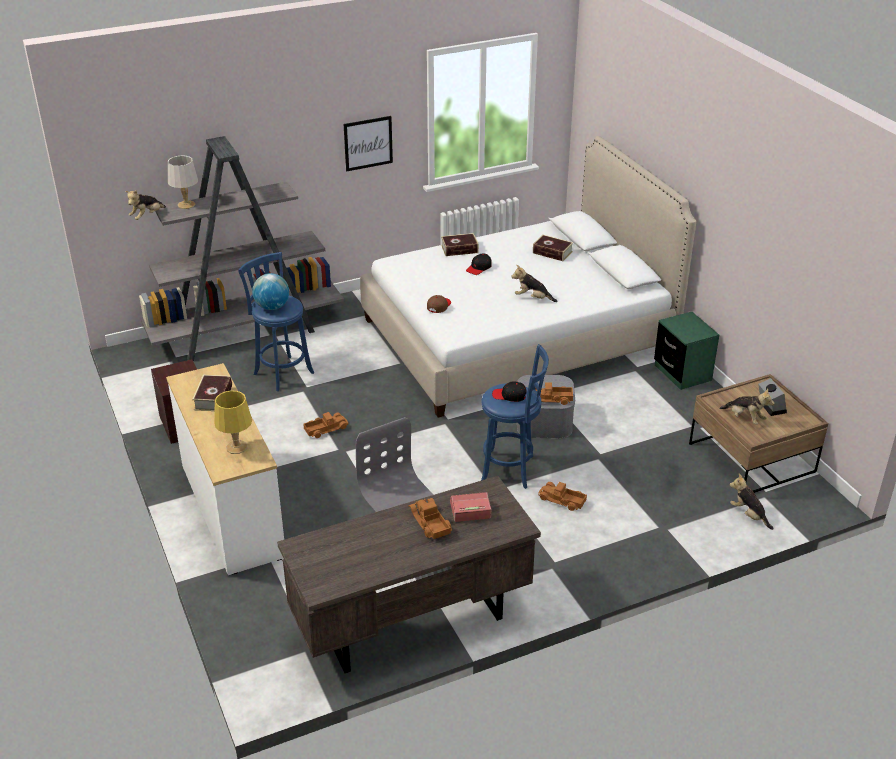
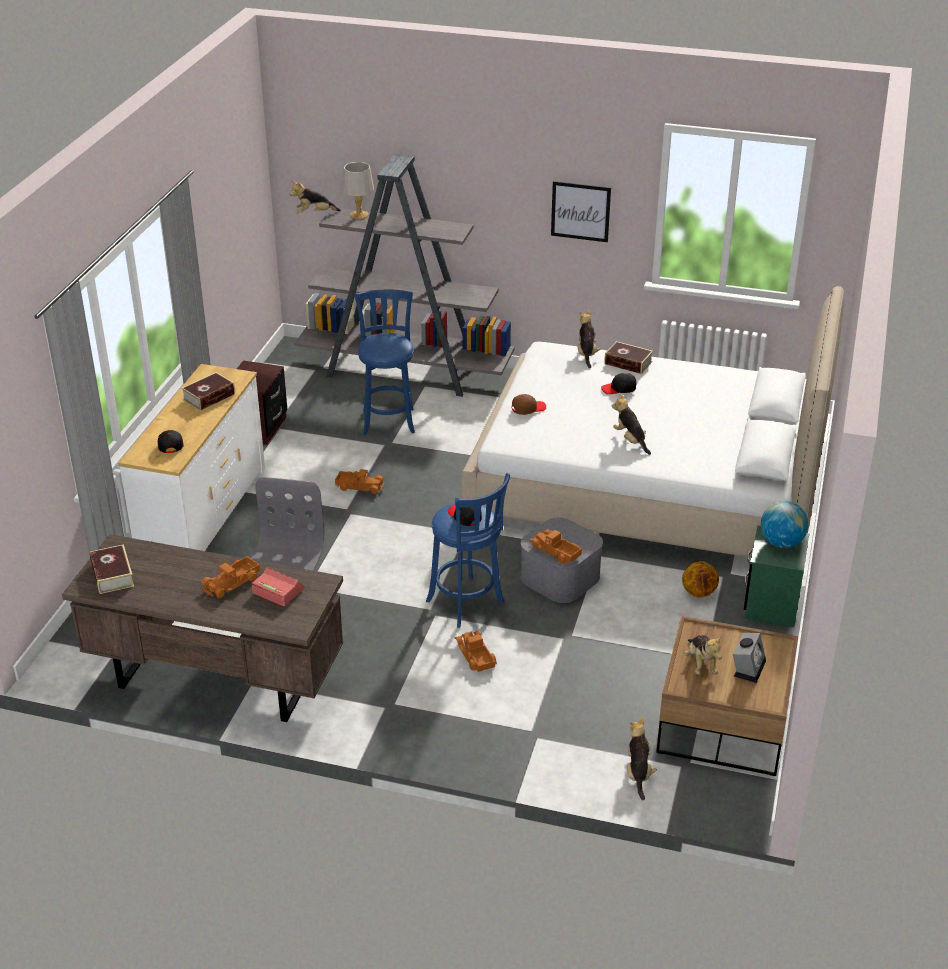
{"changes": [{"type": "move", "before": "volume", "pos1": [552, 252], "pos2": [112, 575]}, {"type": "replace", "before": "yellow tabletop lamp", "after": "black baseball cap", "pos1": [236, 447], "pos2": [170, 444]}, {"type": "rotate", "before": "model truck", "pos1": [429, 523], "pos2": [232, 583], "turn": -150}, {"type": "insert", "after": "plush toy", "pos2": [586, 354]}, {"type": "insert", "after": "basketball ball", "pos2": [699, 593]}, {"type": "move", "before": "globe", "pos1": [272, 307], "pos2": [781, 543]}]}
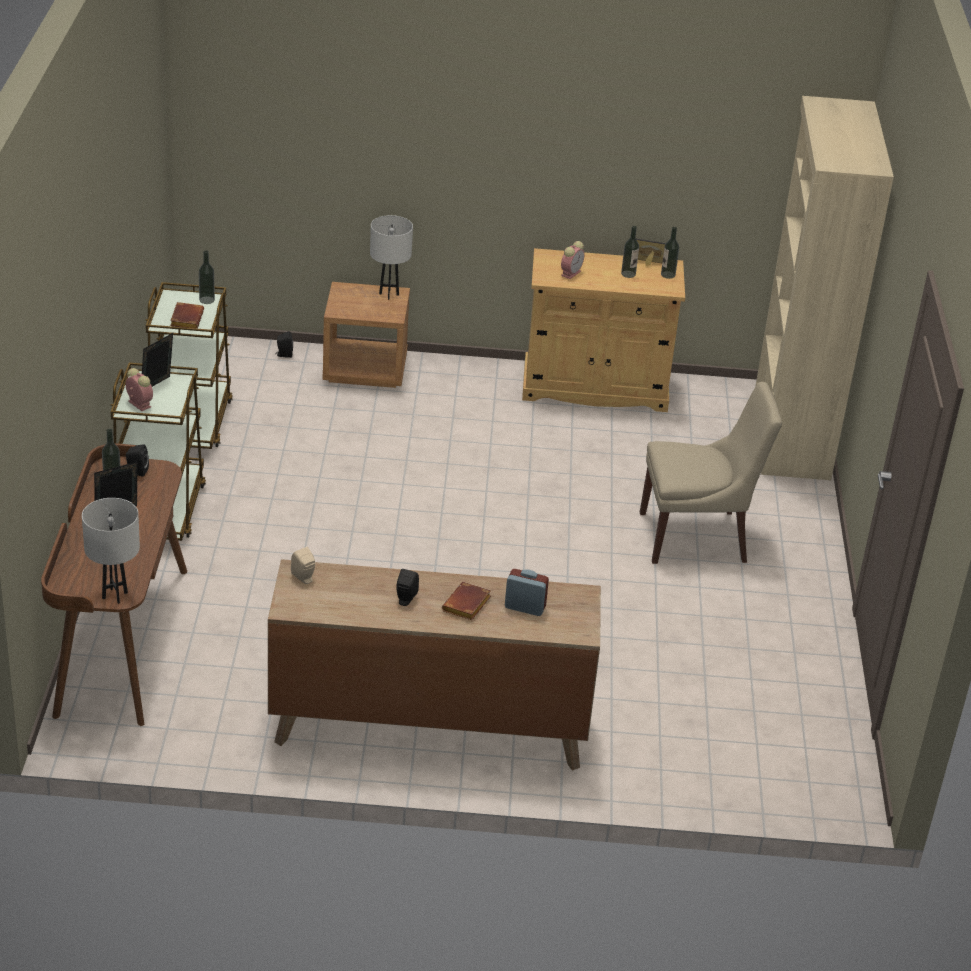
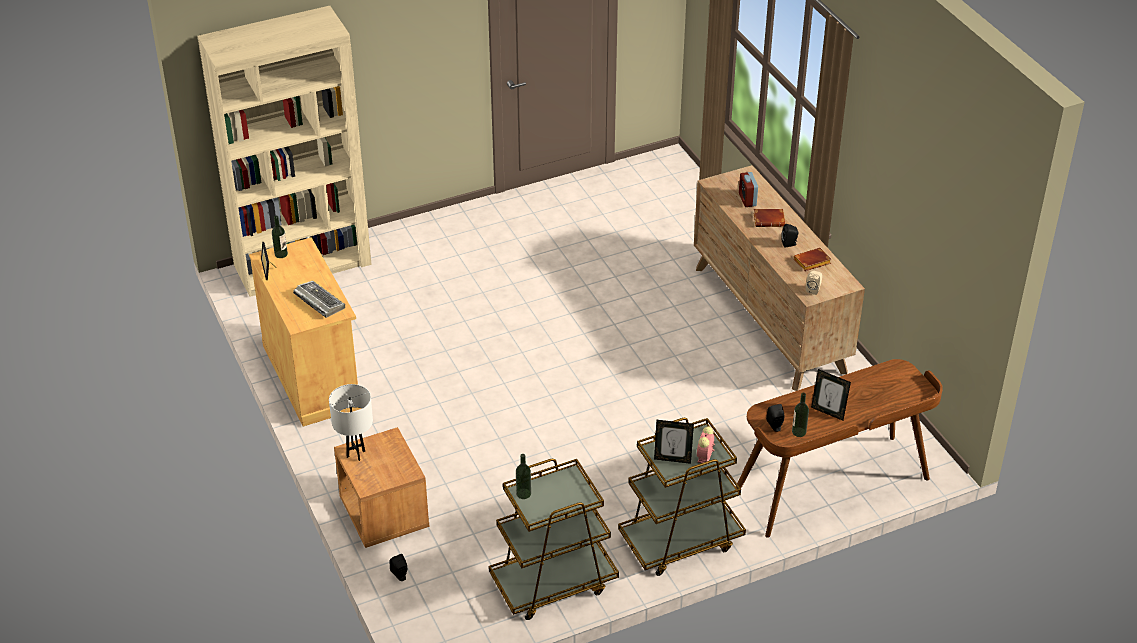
{"changes": [{"type": "replace", "before": "table clock", "after": "keyboard", "pos1": [571, 273], "pos2": [319, 302]}, {"type": "move", "before": "brownish volume", "pos1": [186, 319], "pos2": [811, 263]}, {"type": "delete", "before": "white-coloured tabletop lamp", "pos1": [114, 595]}, {"type": "delete", "before": "drink bottle", "pos1": [628, 274]}, {"type": "delete", "before": "beige-coloured upright chair", "pos1": [697, 537]}]}
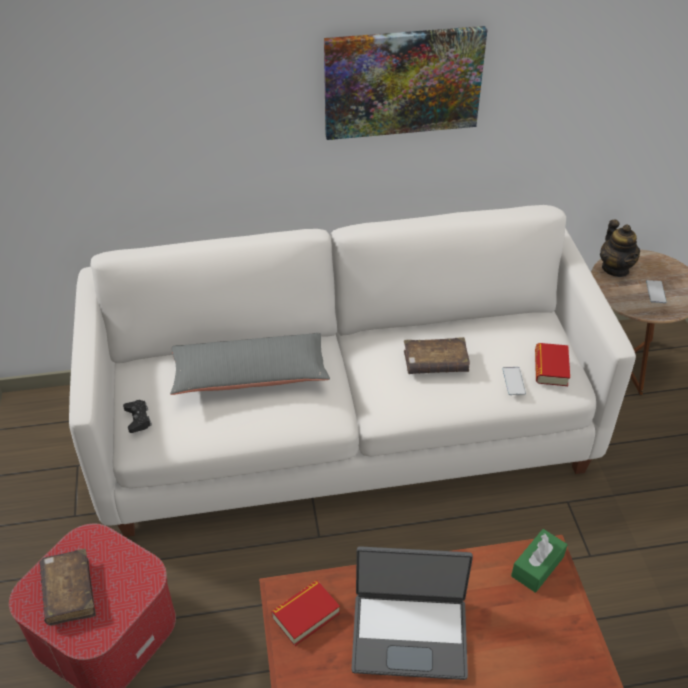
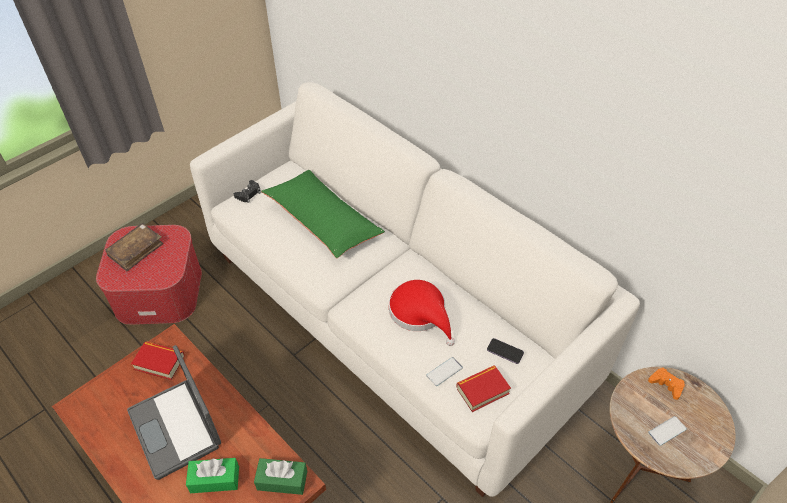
{"changes": [{"type": "insert", "after": "green-coloured box of tissues", "pos2": [215, 479]}, {"type": "recolor", "before": "greyish pillow", "after": "green-coloured pillow", "pos1": [250, 375], "pos2": [323, 221]}, {"type": "replace", "before": "brownish volume", "after": "red clothing hat", "pos1": [435, 363], "pos2": [420, 313]}, {"type": "insert", "after": "handset", "pos2": [505, 351]}, {"type": "replace", "before": "teapot", "after": "orangey gamepad", "pos1": [615, 268], "pos2": [666, 385]}, {"type": "delete", "before": "wall art", "pos1": [402, 82]}]}
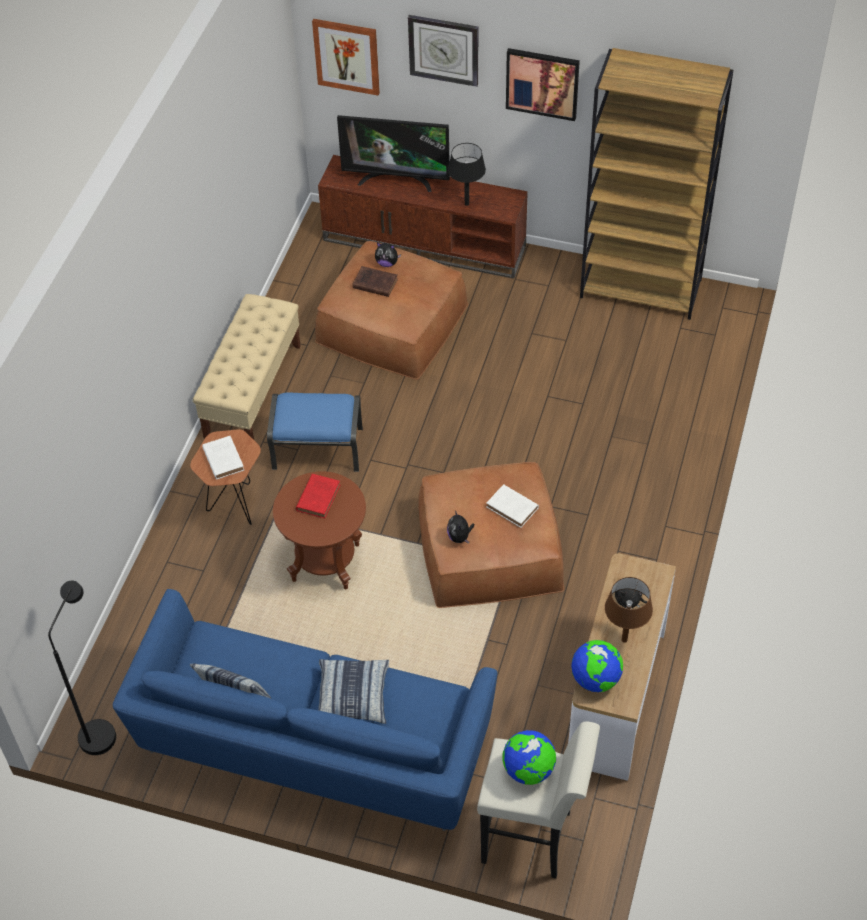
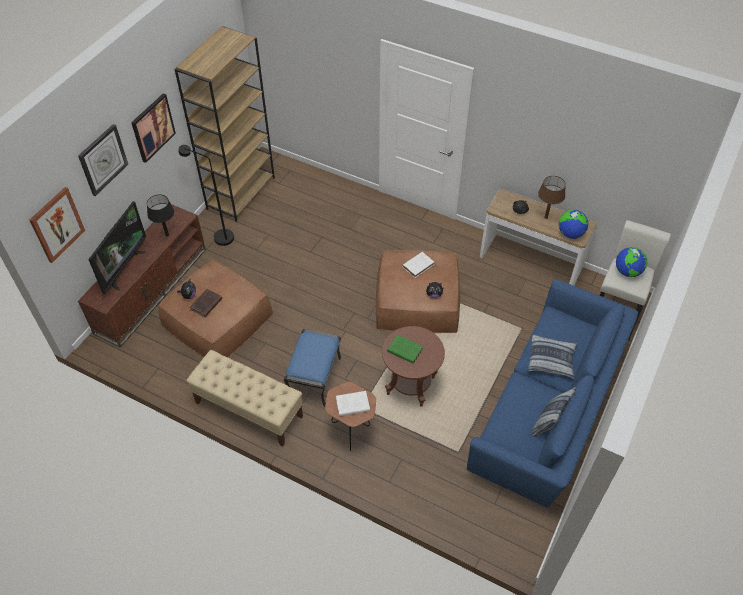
{"changes": [{"type": "move", "before": "black standing lamp", "pos1": [100, 728], "pos2": [218, 236]}, {"type": "recolor", "before": "red volume", "after": "green-coloured volume", "pos1": [319, 497], "pos2": [404, 350]}]}
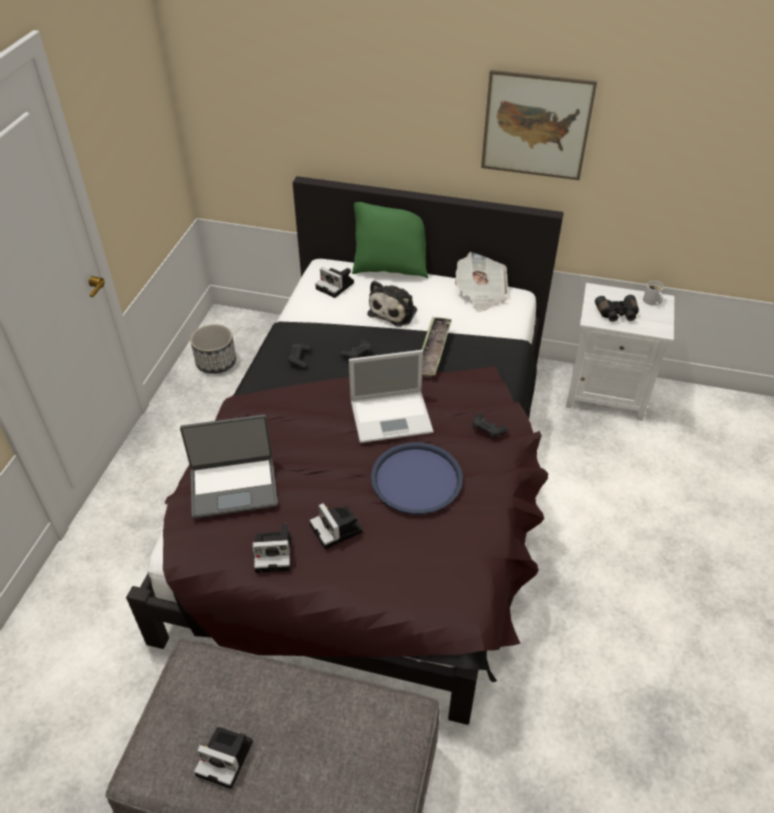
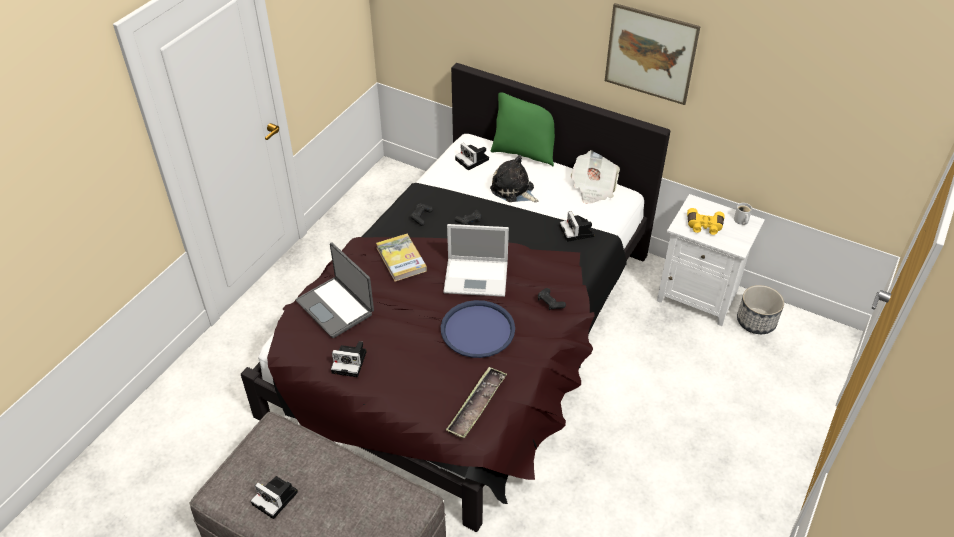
{"changes": [{"type": "rotate", "before": "portable computer", "pos1": [234, 486], "pos2": [336, 307], "turn": 45}, {"type": "insert", "after": "volume", "pos2": [401, 259]}, {"type": "move", "before": "carrying tray", "pos1": [433, 350], "pos2": [477, 405]}, {"type": "rotate", "before": "plush toy", "pos1": [394, 311], "pos2": [514, 190], "turn": 90}, {"type": "move", "before": "still camera", "pos1": [338, 530], "pos2": [577, 232]}, {"type": "recolor", "before": "black field glasses", "after": "yellow field glasses", "pos1": [617, 314], "pos2": [704, 227]}, {"type": "move", "before": "planter", "pos1": [216, 362], "pos2": [756, 321]}]}
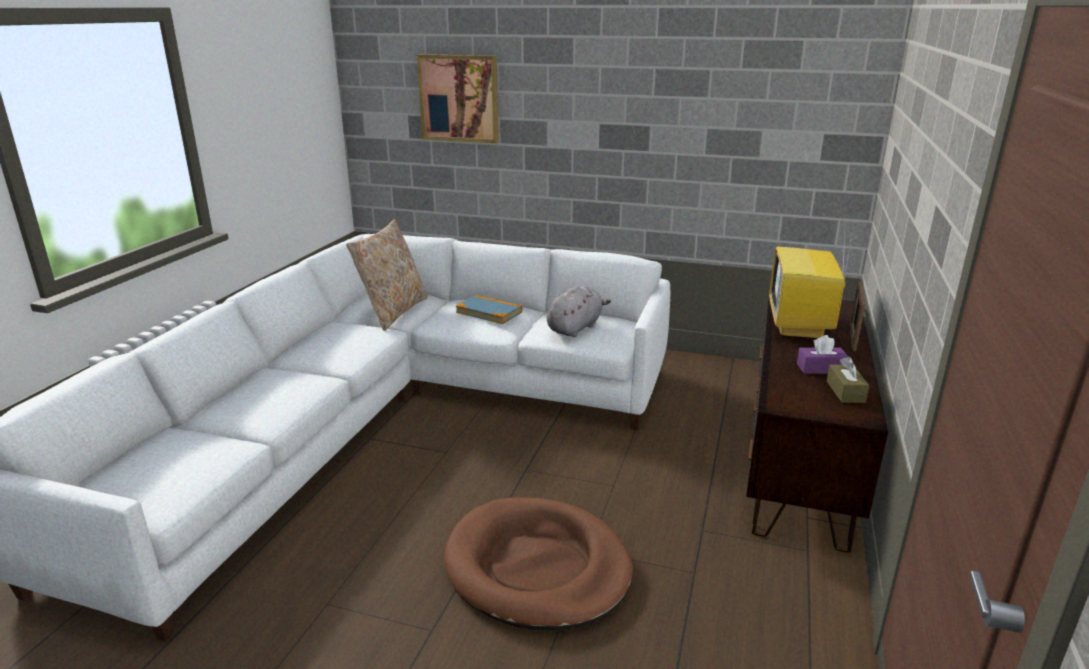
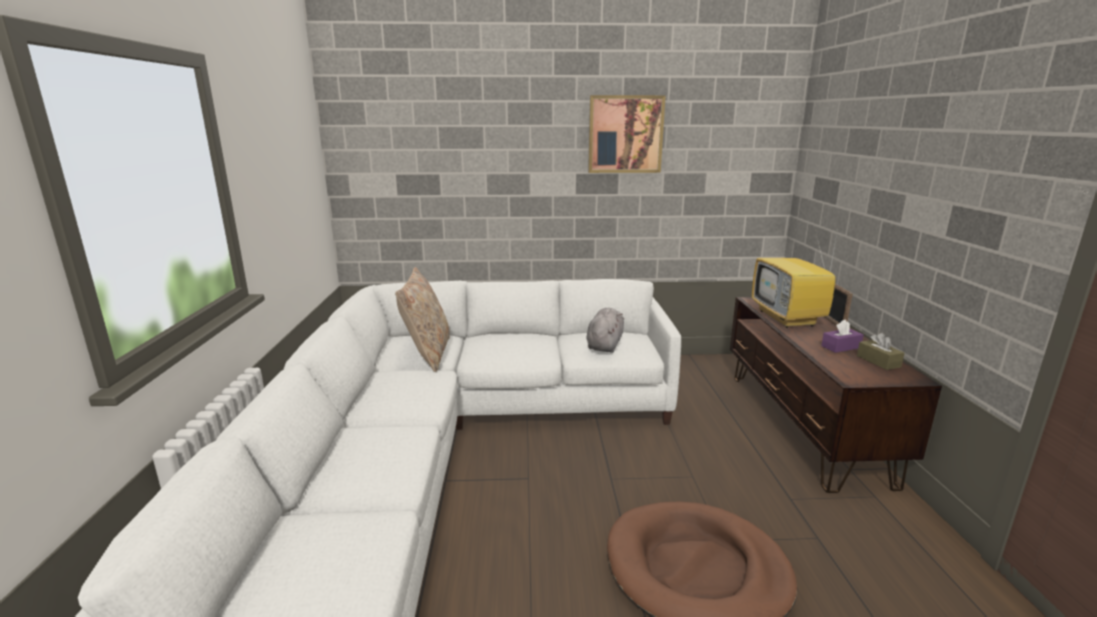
{"changes": [{"type": "move", "before": "wall art", "pos1": [459, 98], "pos2": [625, 134]}, {"type": "delete", "before": "volume", "pos1": [489, 312]}]}
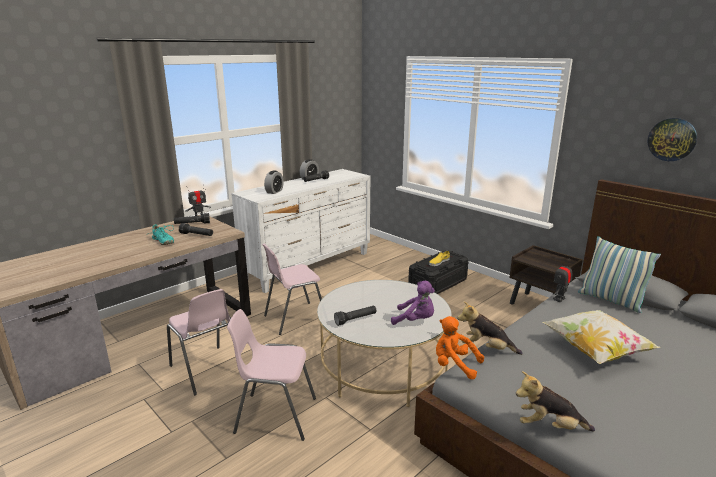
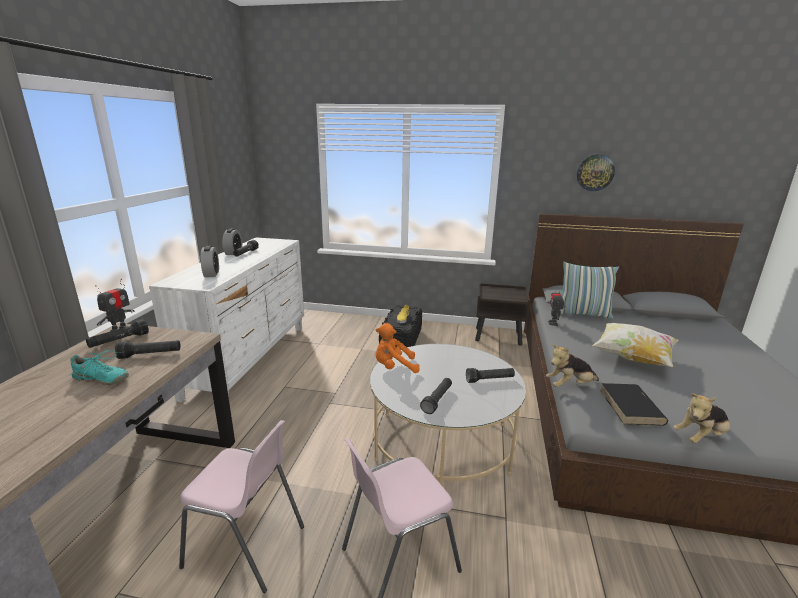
{"changes": [{"type": "move", "before": "orangey plush toy", "pos1": [454, 365], "pos2": [394, 367]}, {"type": "replace", "before": "purple-coloured plush toy", "after": "black flashlight", "pos1": [415, 320], "pos2": [490, 380]}, {"type": "insert", "after": "black volume", "pos2": [631, 407]}, {"type": "delete", "before": "pink upright chair", "pos1": [294, 318]}]}
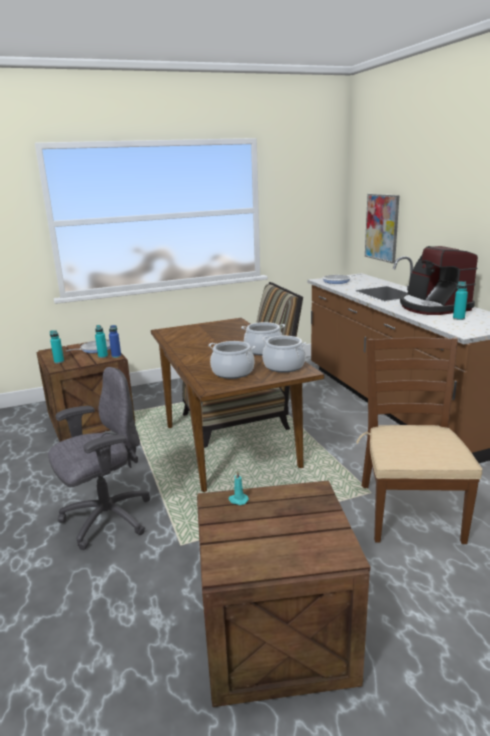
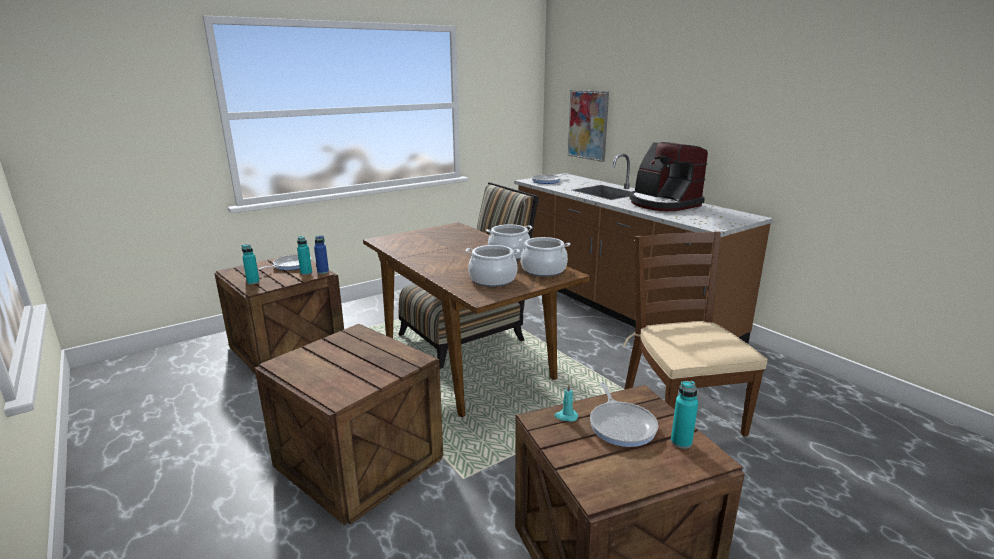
{"changes": [{"type": "replace", "before": "greyish office chair", "after": "shipping crate", "pos1": [106, 519], "pos2": [360, 462]}, {"type": "insert", "after": "skillet", "pos2": [621, 425]}, {"type": "move", "before": "turquoise drink bottle", "pos1": [458, 318], "pos2": [681, 442]}]}
